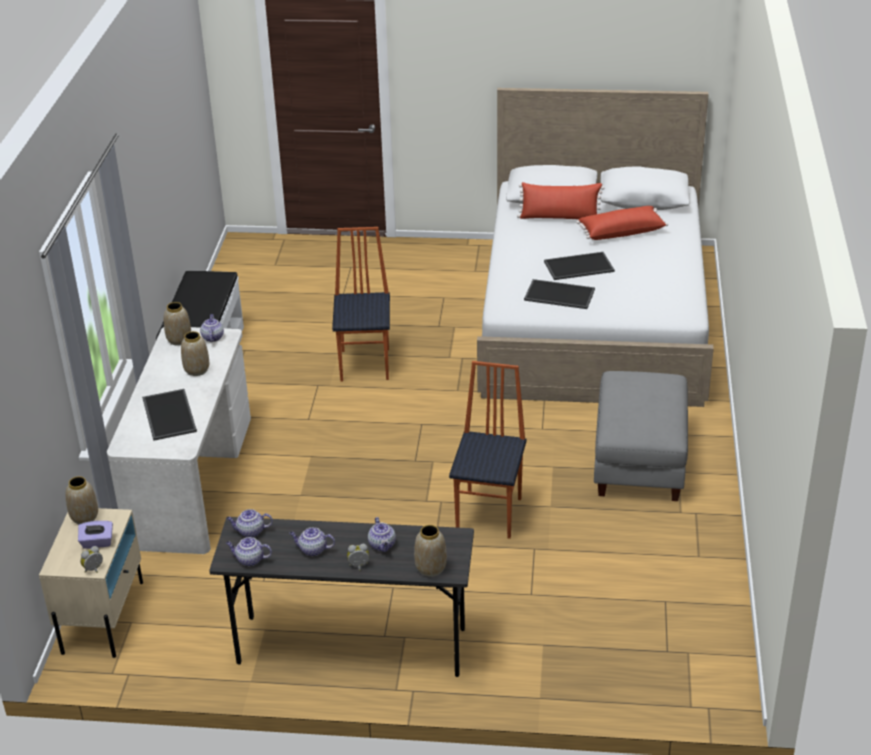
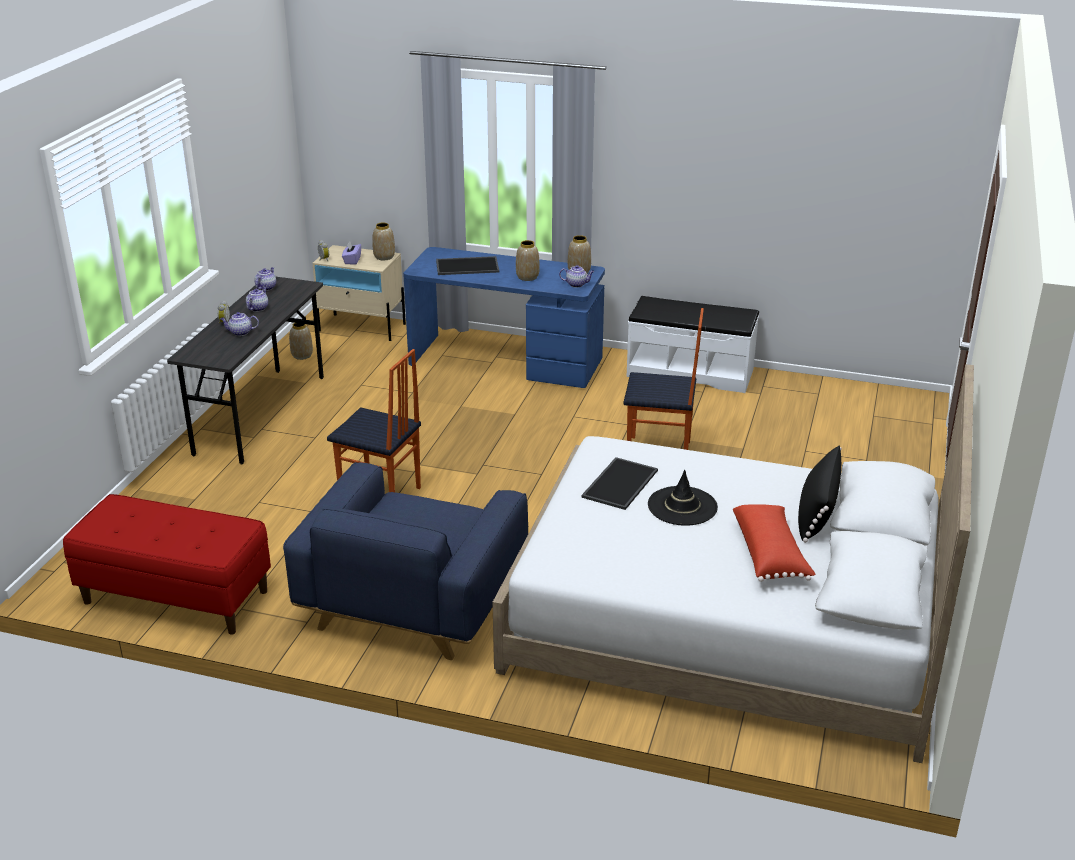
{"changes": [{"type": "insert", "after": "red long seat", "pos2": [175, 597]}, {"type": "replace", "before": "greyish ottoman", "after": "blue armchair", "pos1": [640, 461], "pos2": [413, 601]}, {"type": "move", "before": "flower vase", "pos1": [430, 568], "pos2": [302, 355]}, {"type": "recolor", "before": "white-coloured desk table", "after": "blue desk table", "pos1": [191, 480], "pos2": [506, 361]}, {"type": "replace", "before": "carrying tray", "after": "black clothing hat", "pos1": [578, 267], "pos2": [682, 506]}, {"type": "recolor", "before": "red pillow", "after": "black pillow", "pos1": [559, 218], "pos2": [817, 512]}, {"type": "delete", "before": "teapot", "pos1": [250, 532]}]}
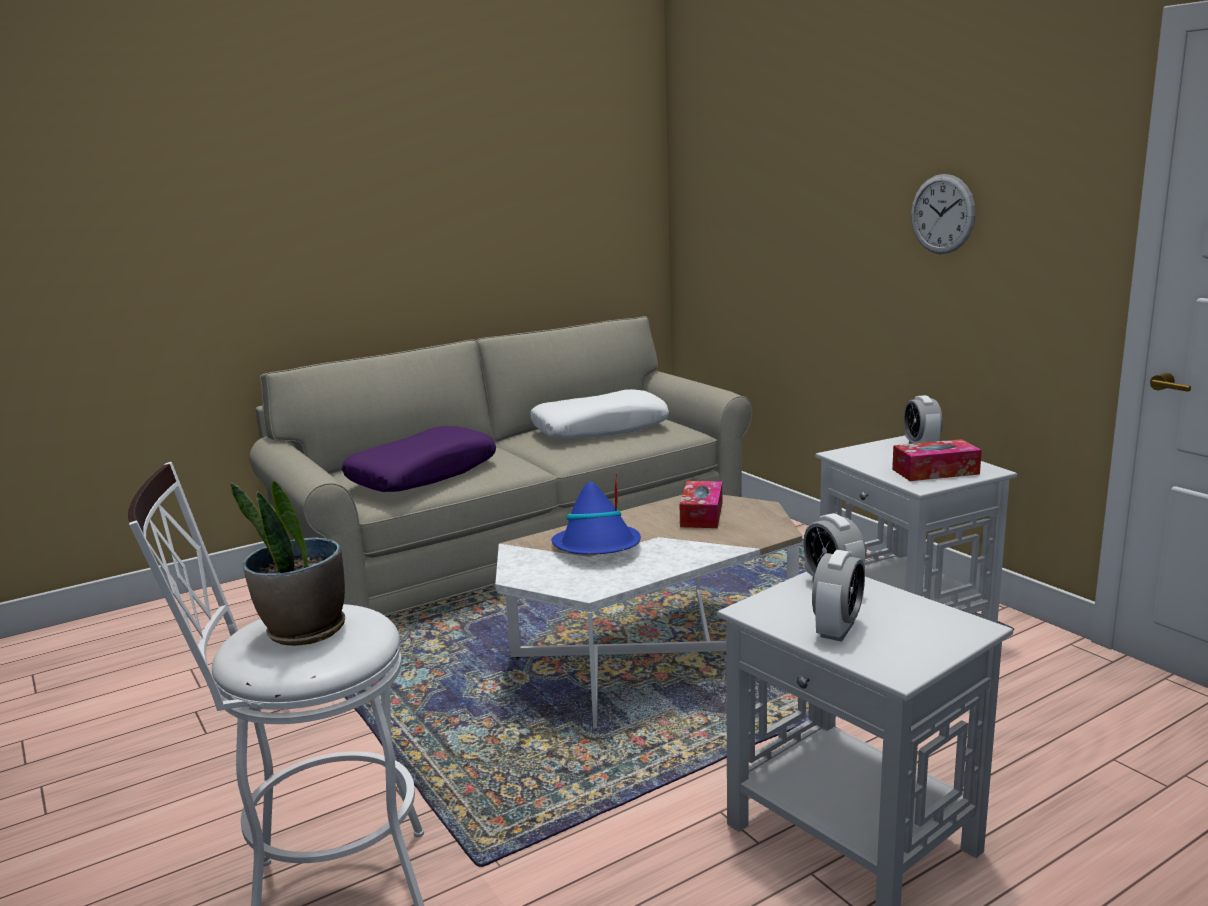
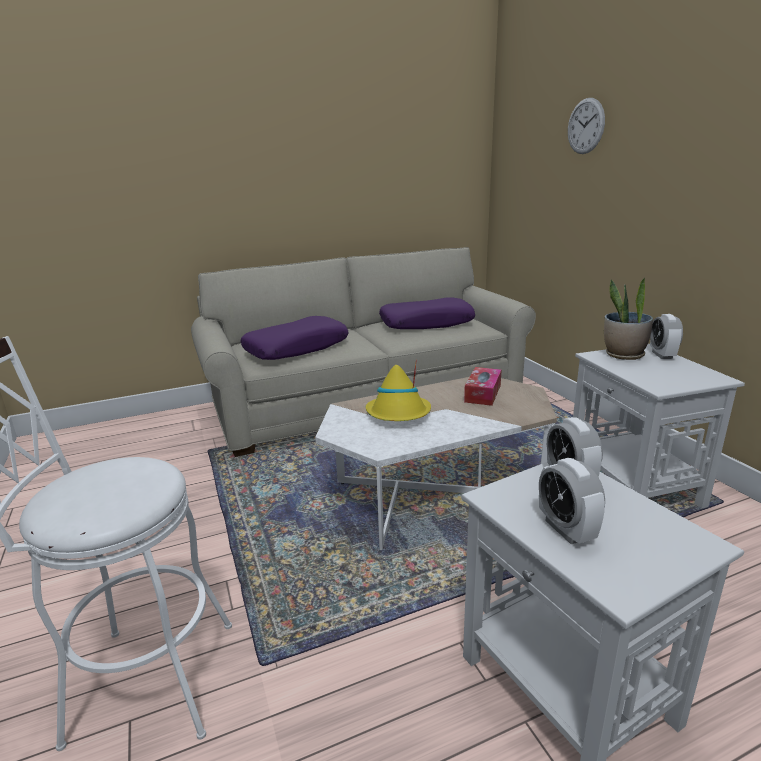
{"changes": [{"type": "recolor", "before": "blue clothing hat", "after": "yellow clothing hat", "pos1": [598, 548], "pos2": [399, 414]}, {"type": "recolor", "before": "white-coloured pillow", "after": "purple-coloured pillow", "pos1": [600, 429], "pos2": [426, 323]}, {"type": "rotate", "before": "table clock", "pos1": [837, 630], "pos2": [566, 529], "turn": 120}, {"type": "move", "before": "clock on the wall", "pos1": [942, 214], "pos2": [585, 126]}, {"type": "move", "before": "plant in a pot", "pos1": [304, 631], "pos2": [623, 355]}, {"type": "delete", "before": "box of tissues", "pos1": [935, 471]}]}
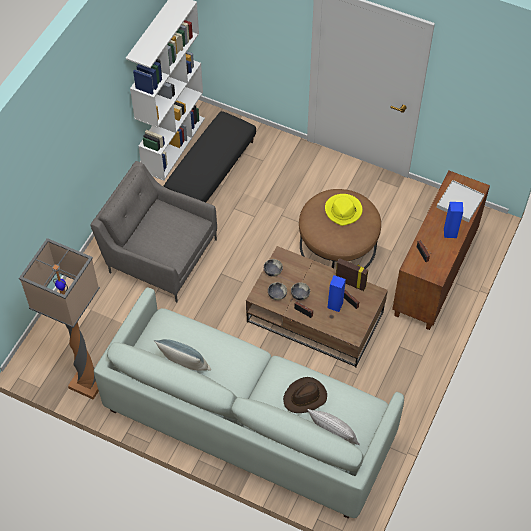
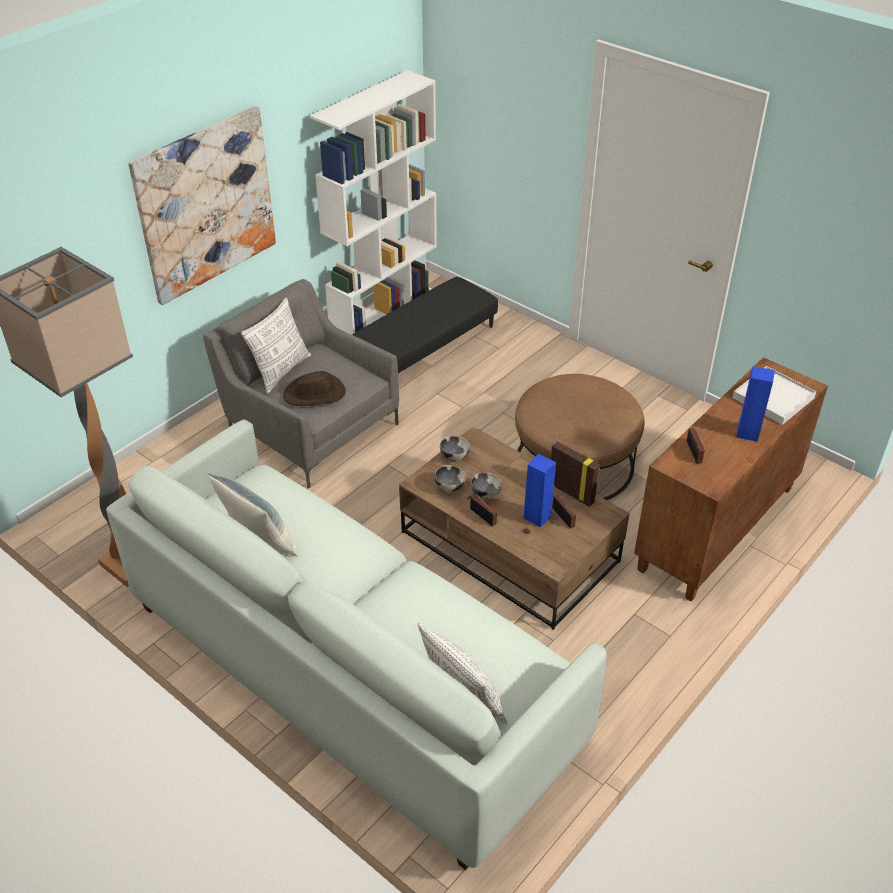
{"changes": [{"type": "insert", "after": "wall art", "pos2": [206, 205]}, {"type": "insert", "after": "pillow", "pos2": [281, 371]}, {"type": "move", "before": "brownish clothing hat", "pos1": [305, 397], "pos2": [315, 394]}, {"type": "delete", "before": "yellow clothing hat", "pos1": [343, 210]}]}
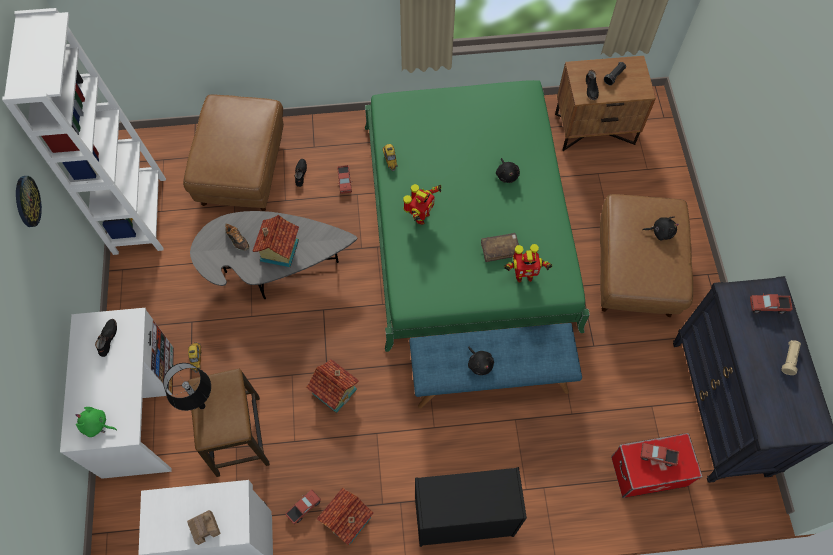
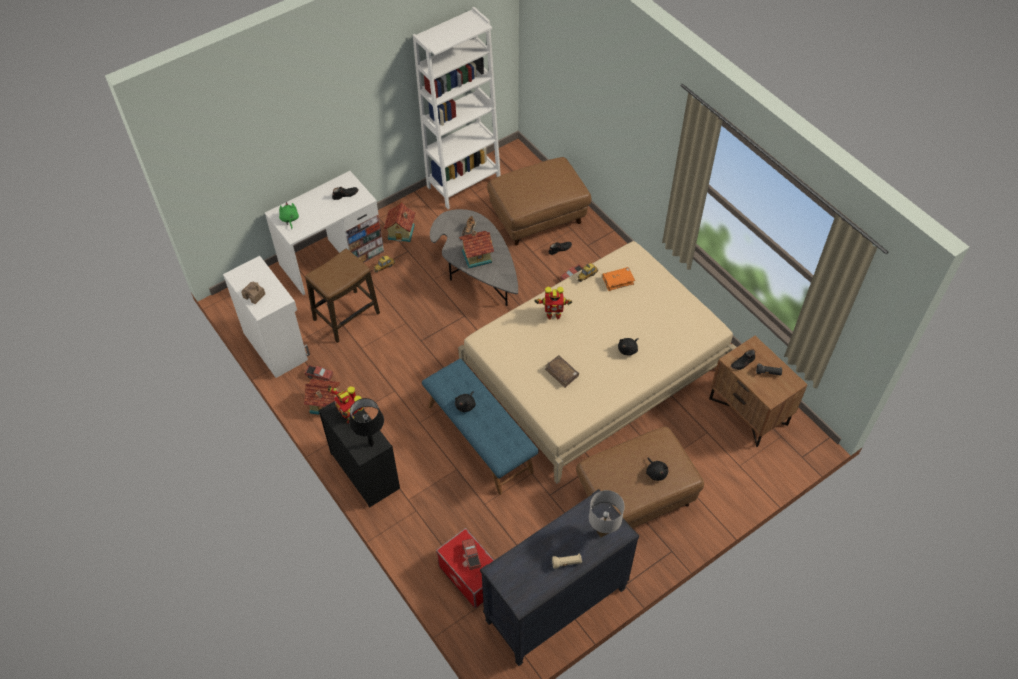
{"changes": [{"type": "move", "before": "model robot", "pos1": [523, 276], "pos2": [349, 416]}, {"type": "move", "before": "black tabletop lamp", "pos1": [202, 406], "pos2": [371, 444]}, {"type": "move", "before": "toy house", "pos1": [335, 390], "pos2": [402, 232]}, {"type": "recolor", "before": "green-coloured bed", "after": "beige-coloured bed", "pos1": [468, 223], "pos2": [595, 366]}, {"type": "replace", "before": "model truck", "after": "white-coloured tabletop lamp", "pos1": [767, 306], "pos2": [603, 532]}, {"type": "insert", "after": "orangey volume", "pos2": [618, 281]}, {"type": "delete", "before": "clock on the wall", "pos1": [27, 201]}]}
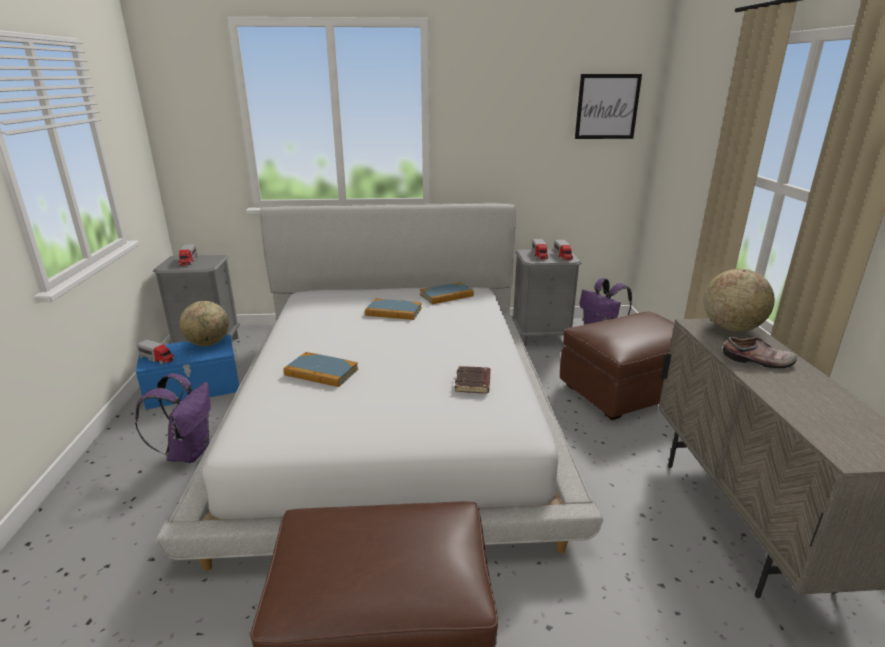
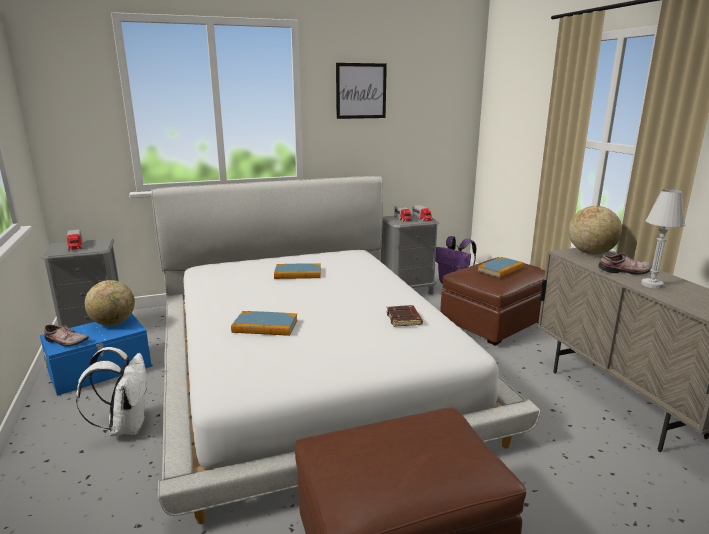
{"changes": [{"type": "replace", "before": "model truck", "after": "low shoe", "pos1": [157, 358], "pos2": [65, 341]}, {"type": "recolor", "before": "purple-coloured rucksack", "after": "white-coloured rucksack", "pos1": [188, 452], "pos2": [126, 426]}, {"type": "move", "before": "wall art", "pos1": [607, 107], "pos2": [361, 91]}, {"type": "move", "before": "volume", "pos1": [446, 295], "pos2": [500, 269]}, {"type": "insert", "after": "white-coloured tabletop lamp", "pos2": [652, 285]}]}
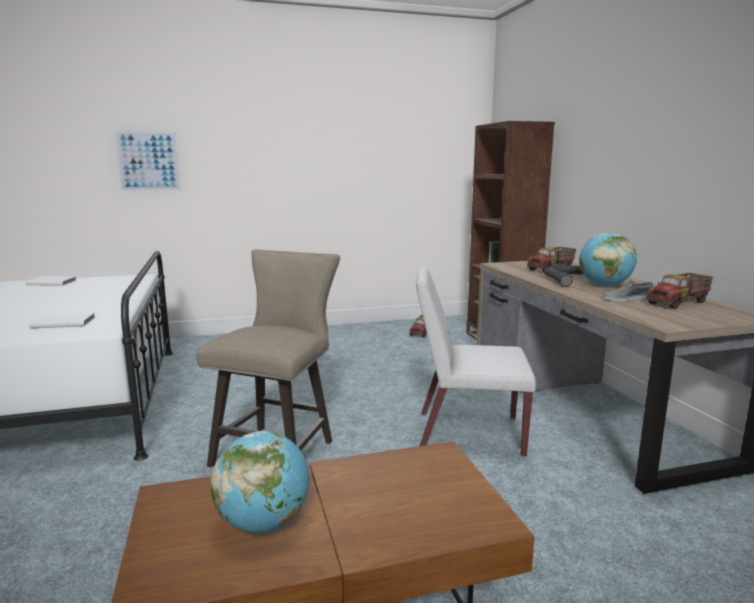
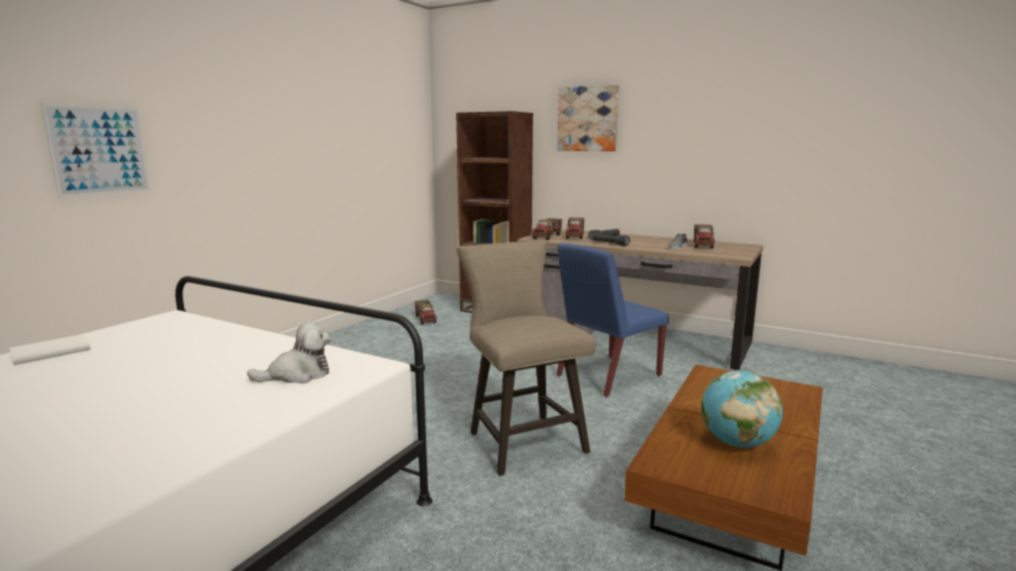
{"changes": [{"type": "replace", "before": "white-coloured volume", "after": "plush toy", "pos1": [63, 322], "pos2": [298, 375]}, {"type": "insert", "after": "model truck", "pos2": [547, 237]}, {"type": "recolor", "before": "white-coloured upright chair", "after": "blue upright chair", "pos1": [468, 433], "pos2": [607, 376]}, {"type": "insert", "after": "wall art", "pos2": [588, 119]}, {"type": "delete", "before": "globe", "pos1": [604, 285]}]}
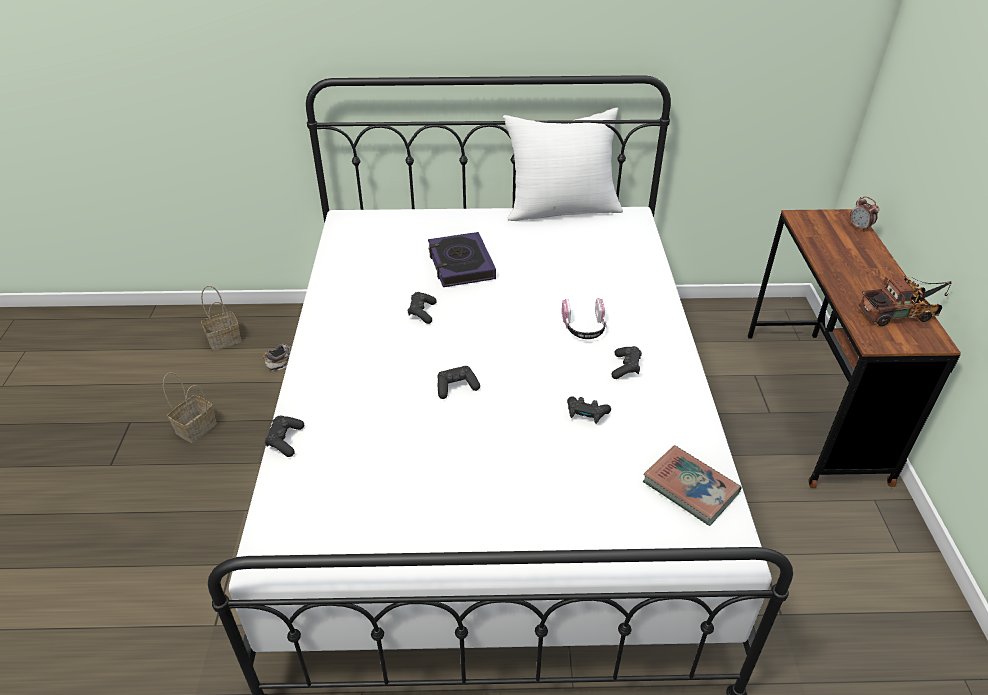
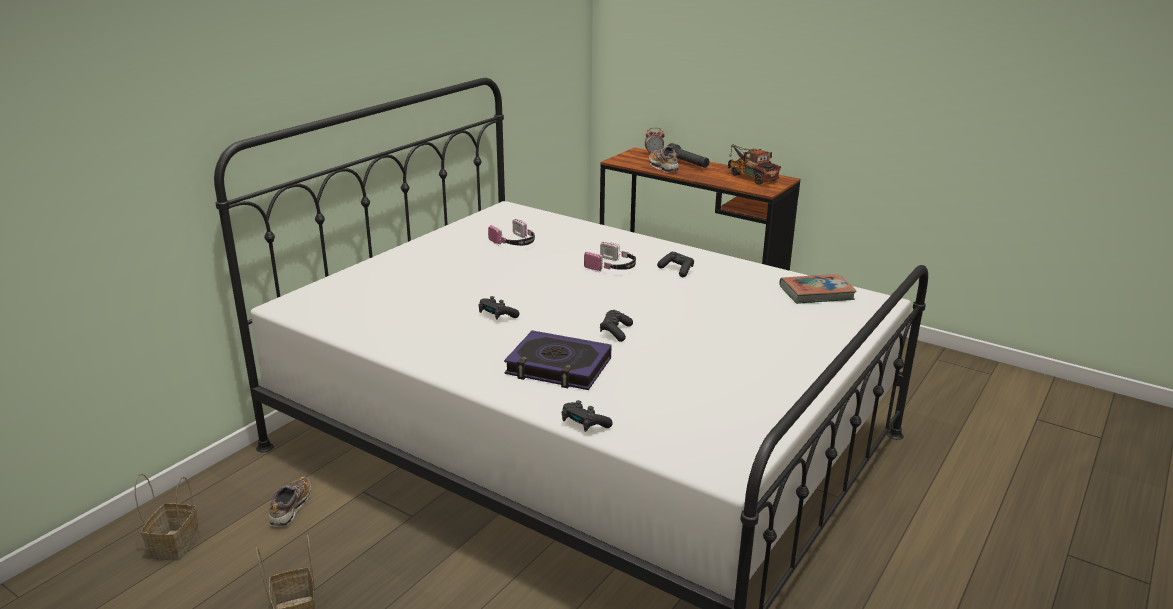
{"changes": [{"type": "insert", "after": "headphones", "pos2": [515, 243]}, {"type": "move", "before": "volume", "pos1": [460, 264], "pos2": [558, 367]}, {"type": "insert", "after": "low shoe", "pos2": [663, 167]}, {"type": "insert", "after": "black flashlight", "pos2": [687, 164]}, {"type": "rotate", "before": "model truck", "pos1": [901, 314], "pos2": [750, 176], "turn": -60}, {"type": "delete", "before": "white-coloured pillow", "pos1": [562, 209]}, {"type": "delete", "before": "black gamepad", "pos1": [586, 415]}]}
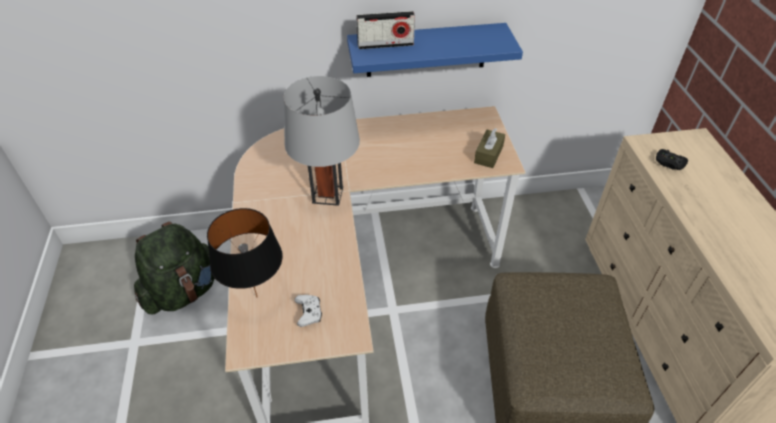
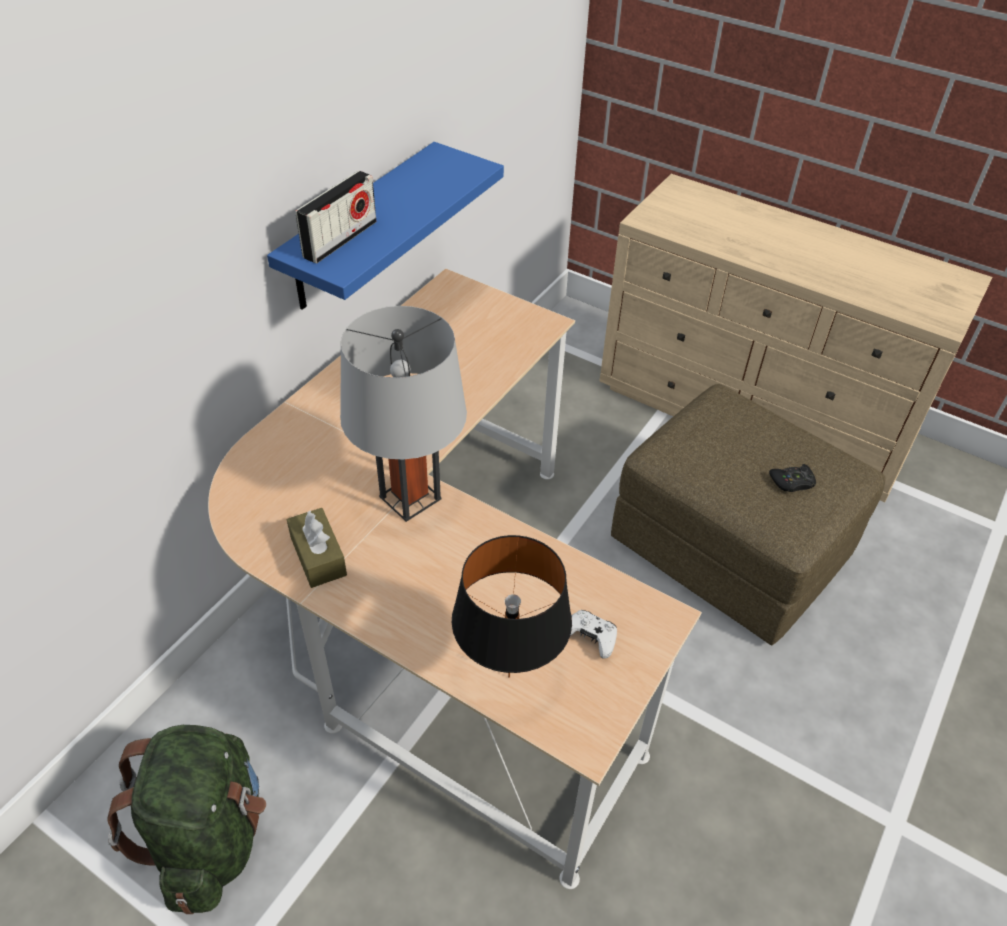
{"changes": [{"type": "move", "before": "brownish box of tissues", "pos1": [488, 154], "pos2": [318, 556]}, {"type": "move", "before": "black gamepad", "pos1": [669, 163], "pos2": [792, 482]}]}
